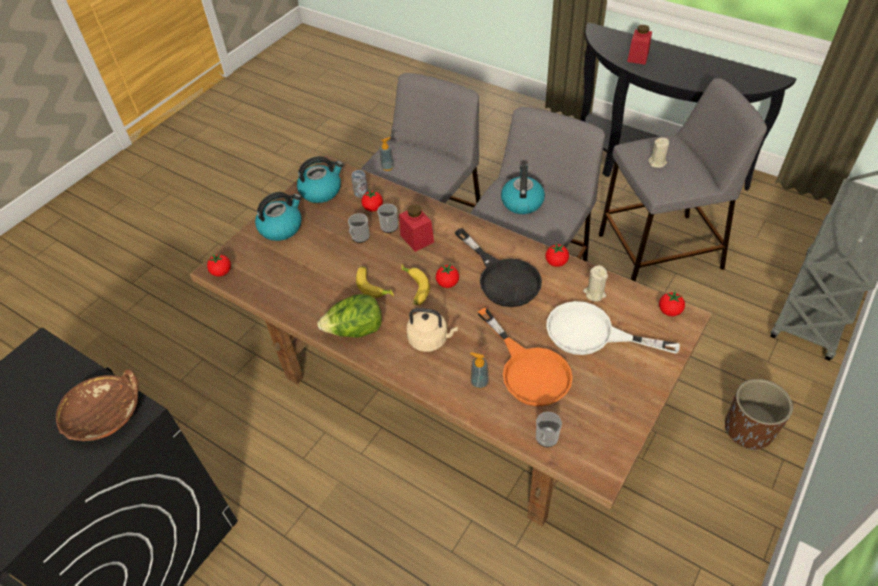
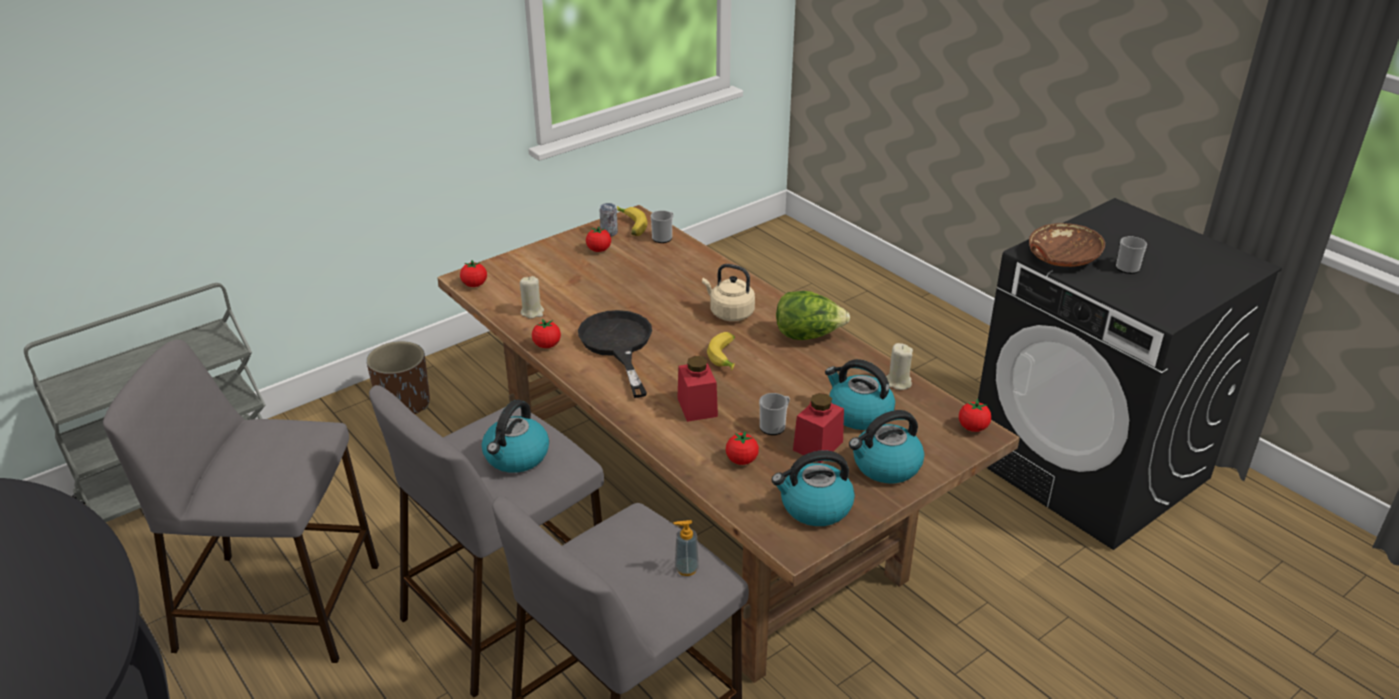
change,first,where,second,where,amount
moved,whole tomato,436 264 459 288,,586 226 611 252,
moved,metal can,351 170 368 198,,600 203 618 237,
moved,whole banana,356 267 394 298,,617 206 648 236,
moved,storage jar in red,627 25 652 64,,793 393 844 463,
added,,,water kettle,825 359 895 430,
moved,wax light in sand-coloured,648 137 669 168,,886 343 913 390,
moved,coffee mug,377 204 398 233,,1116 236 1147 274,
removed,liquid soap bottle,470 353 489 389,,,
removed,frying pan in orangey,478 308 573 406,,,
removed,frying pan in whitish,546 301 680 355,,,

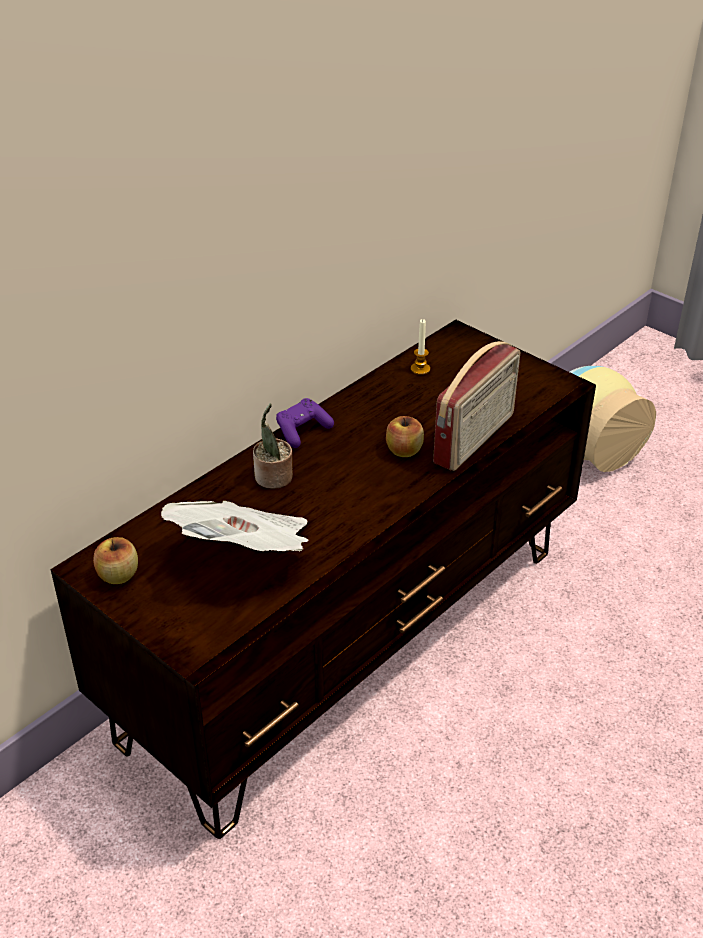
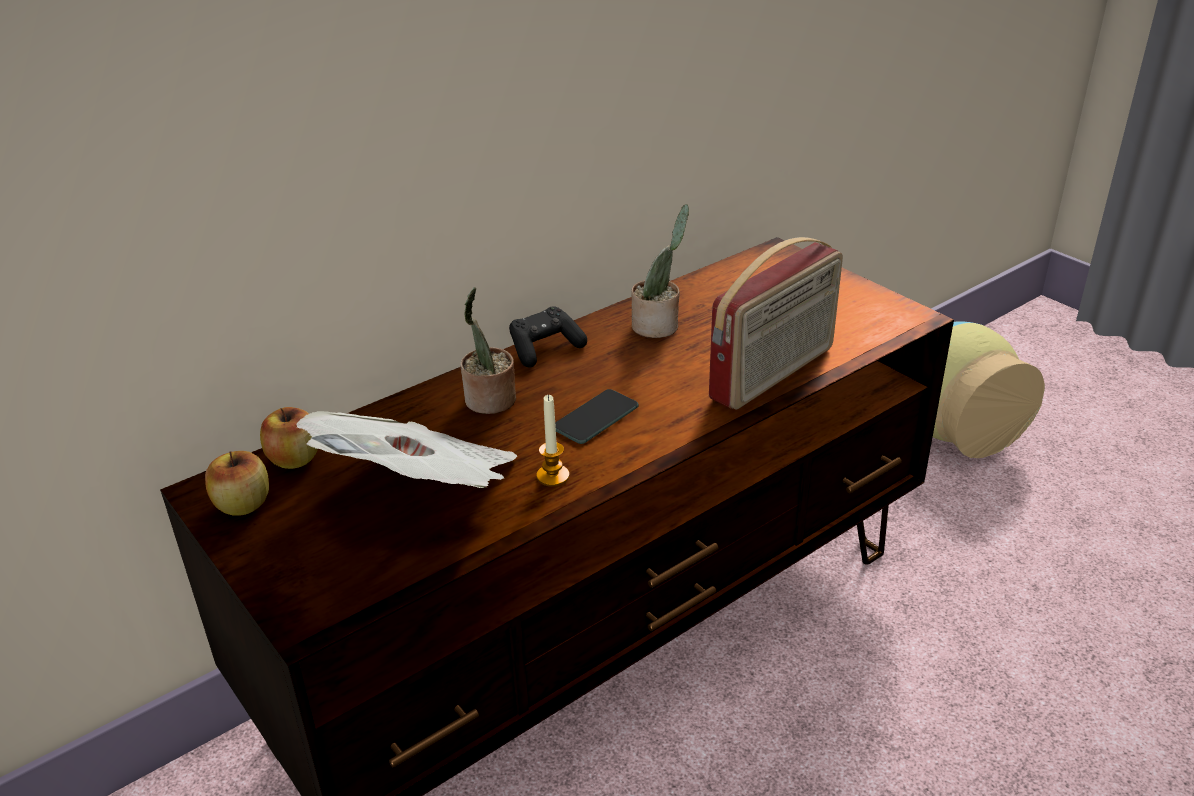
change,first,where,second,where,amount
moved,apple fruit,386 416 424 457,,260 407 318 469,
recoloured,joypad in purple,276 398 334 448,joypad in black-coloured,509 306 587 368,
moved,wax light,411 319 430 375,,536 395 569 487,
added,,,phone,555 389 639 444,
added,,,plant in a pot,631 204 689 338,

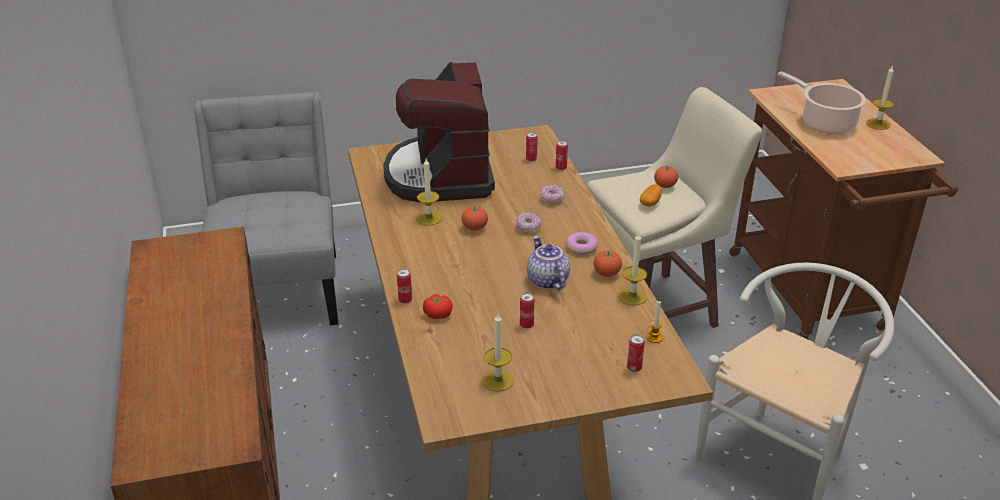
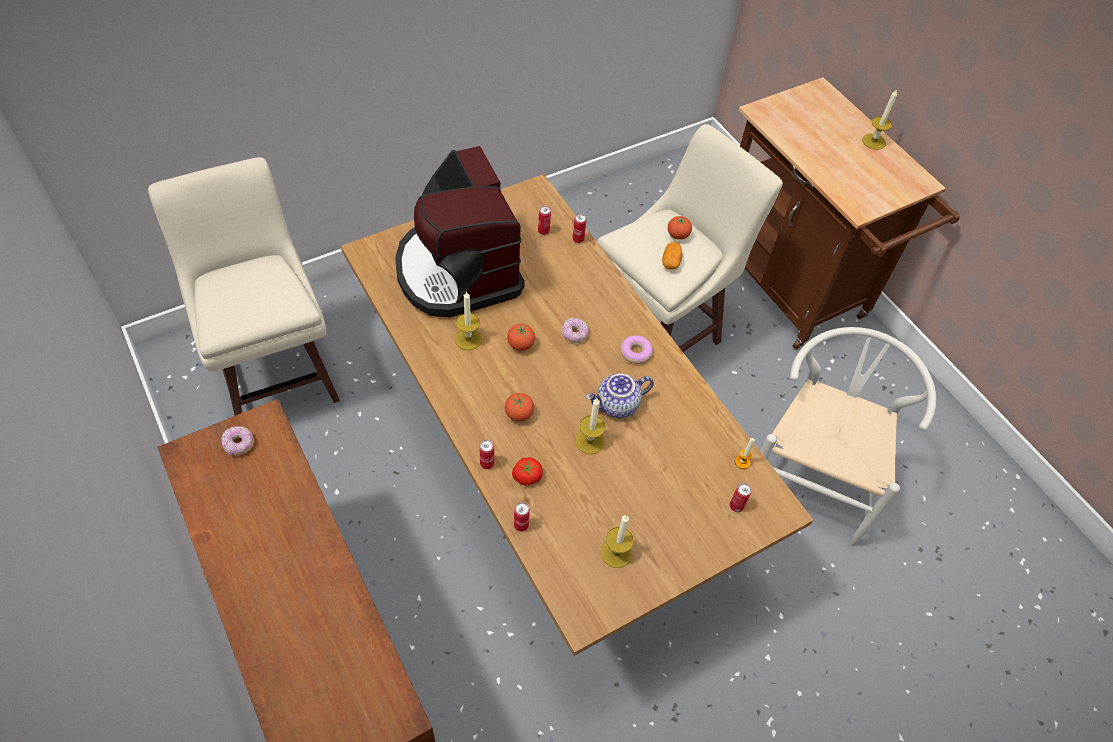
change,first,where,second,where,amount
replaced,upright chair in greyish,193 92 338 325,sitting stool in sand-coloured,148 157 340 416,
moved,donut,540 185 565 204,,222 426 254 456,
moved,whole tomato,594 250 622 277,,505 393 534 422,
moved,metal can,520 293 535 329,,514 502 530 532,
moved,wax light,618 232 647 305,,575 398 605 454,
turned,tea pot,527 236 570 290,,586 373 654 418,75 degrees counterclockwise
removed,stockpot,777 71 866 134,,,

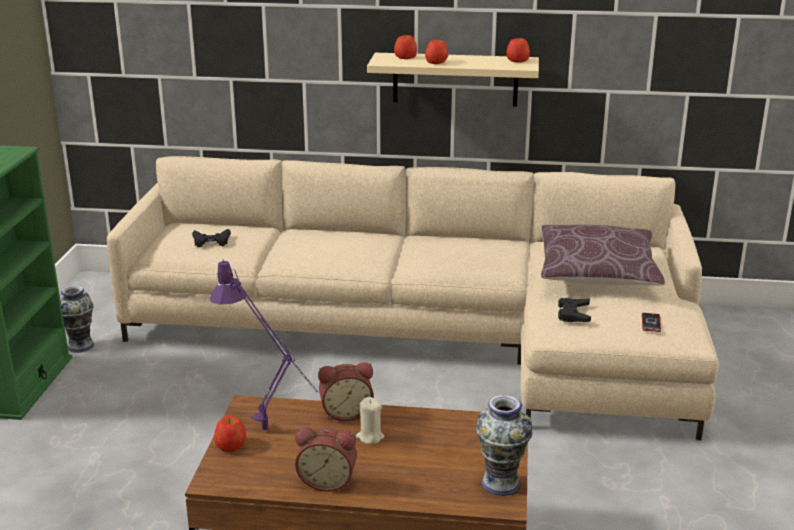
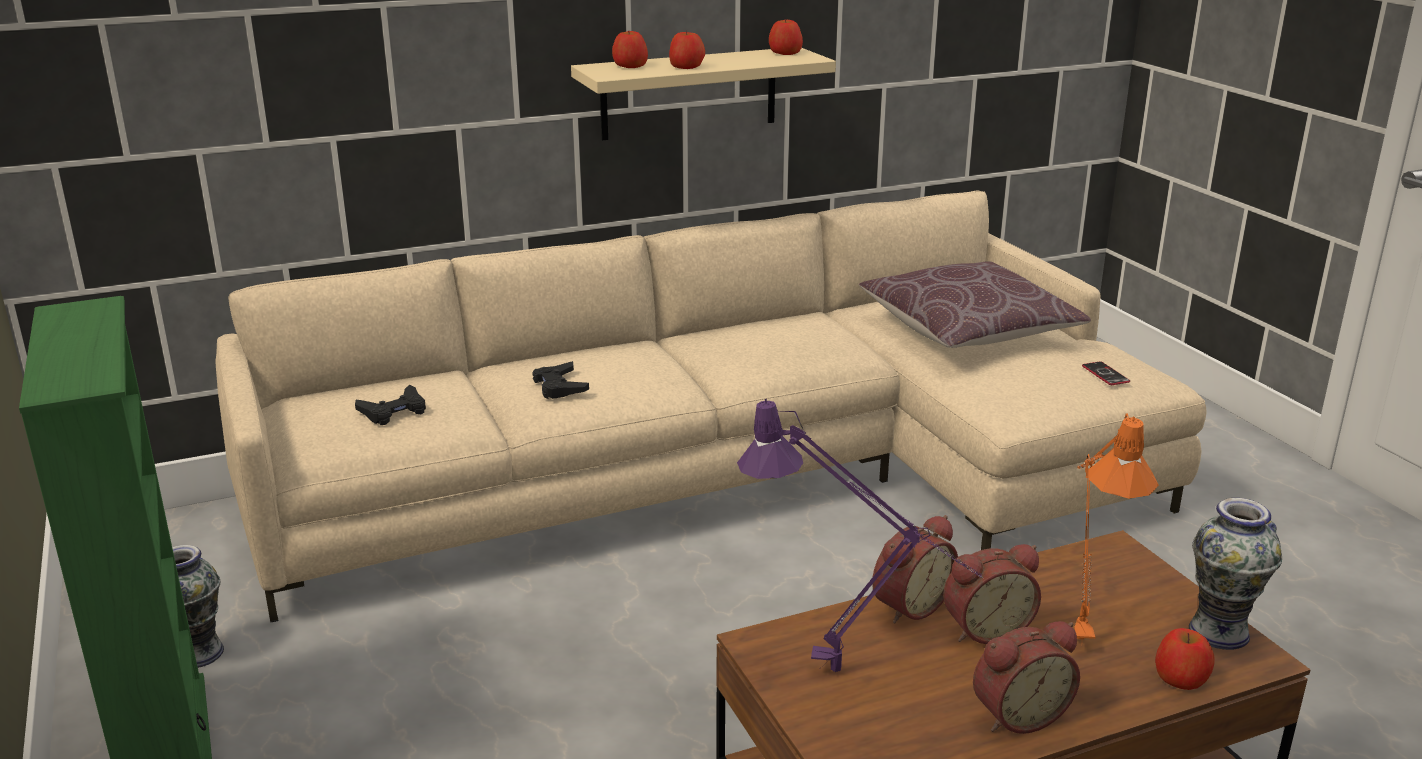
change,first,where,second,where,amount
moved,joypad in black-coloured,558 298 591 322,,533 361 589 399,
replaced,wax light in sand-coloured,356 397 384 444,bedside clock,943 544 1041 644,
added,,,lamp for a table in orangey,1074 413 1159 639,
moved,apple fruit,214 416 246 452,,1155 628 1215 690,

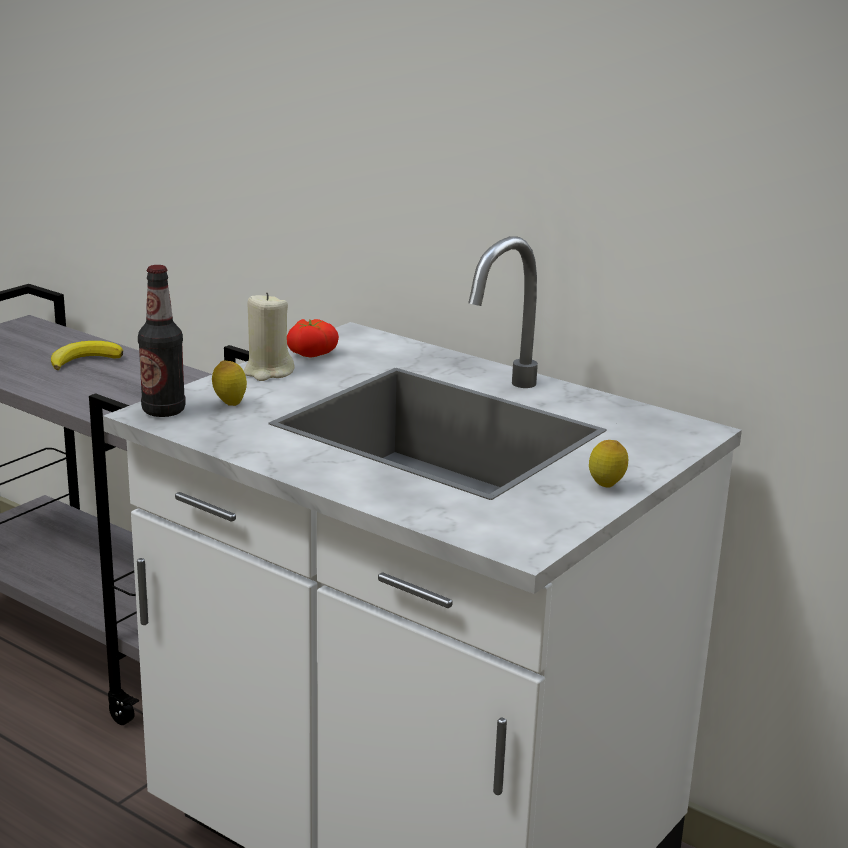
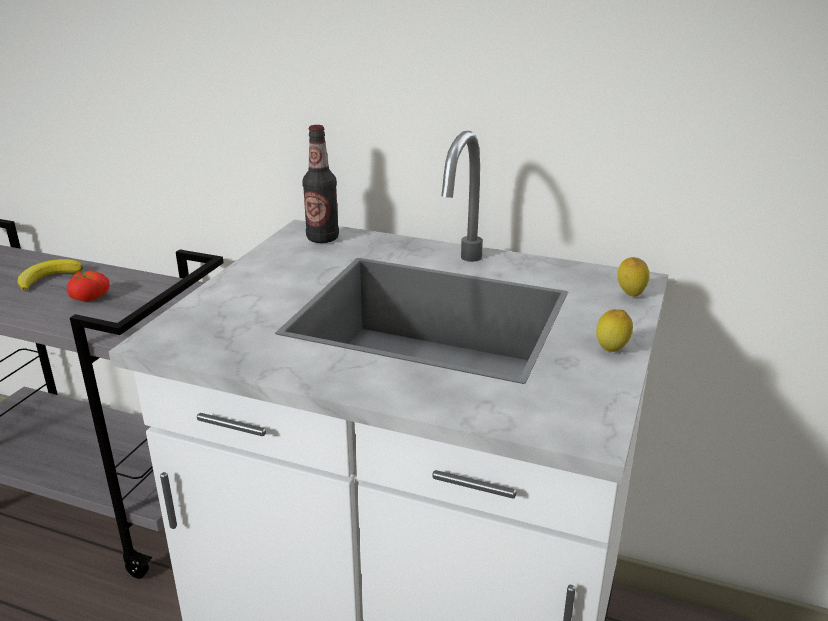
change,first,where,second,where,amount
moved,whole tomato,287 319 339 358,,67 270 110 301,
moved,drink bottle,138 265 186 417,,302 125 339 243,
moved,whole lemon,212 361 247 406,,618 257 649 297,
removed,wax light in sand-coloured,244 292 295 381,,,

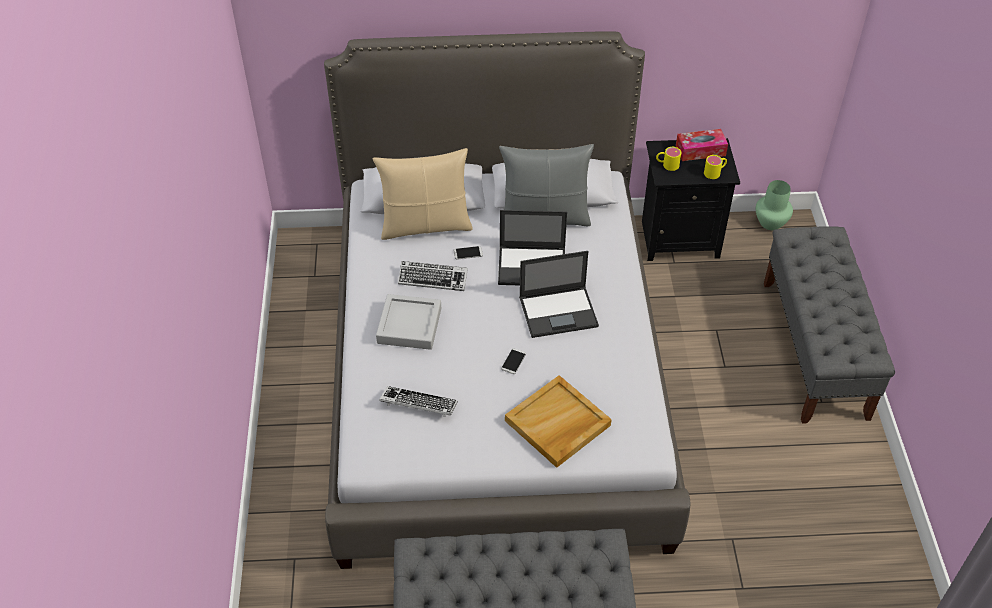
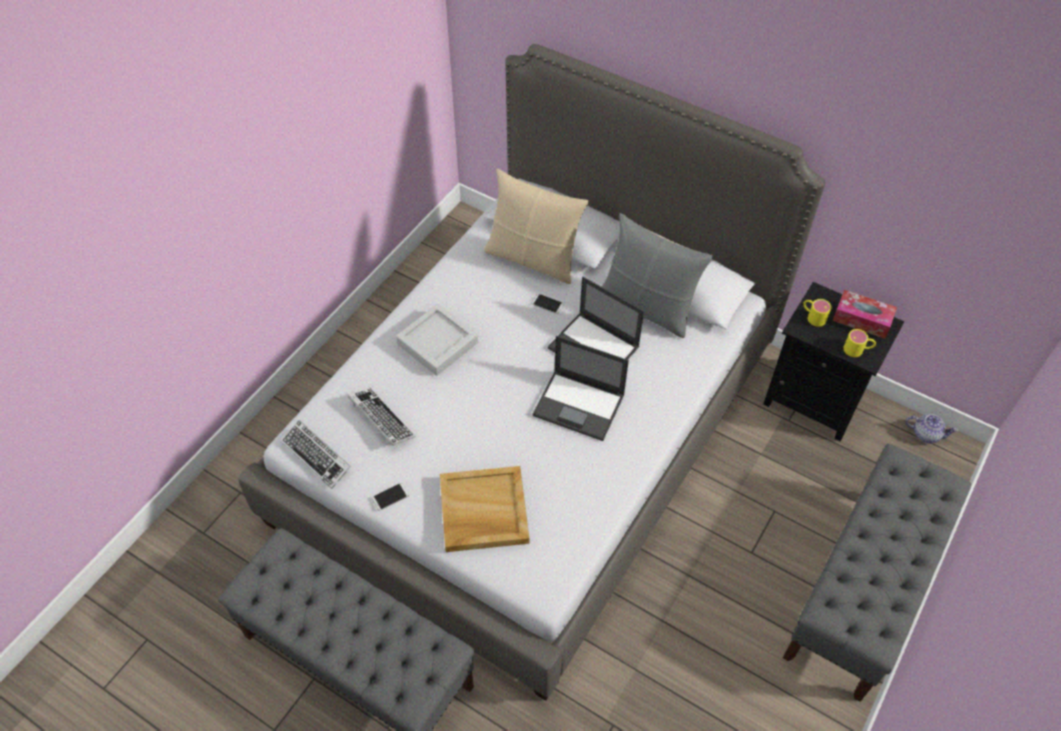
change,first,where,second,where,amount
moved,PC keyboard,398 261 468 291,,281 420 351 489,
moved,phone,501 348 526 374,,372 483 409 511,
replaced,vase in greenish,756 180 793 230,tea pot,906 414 958 444,

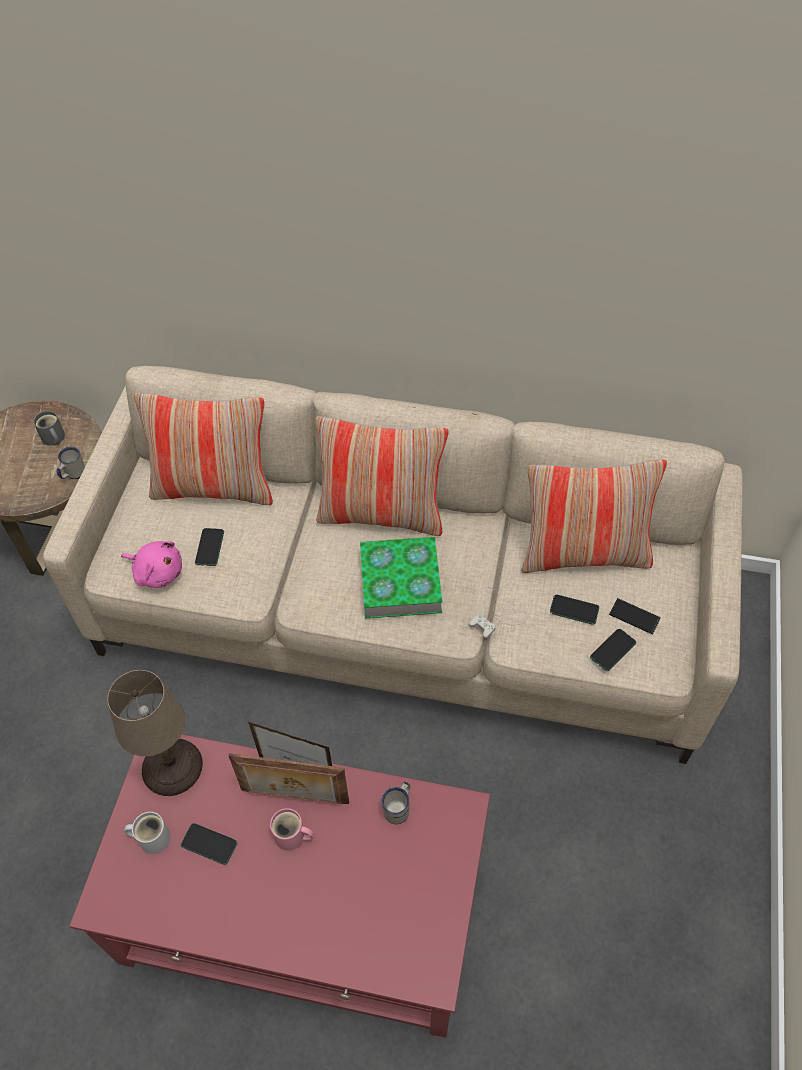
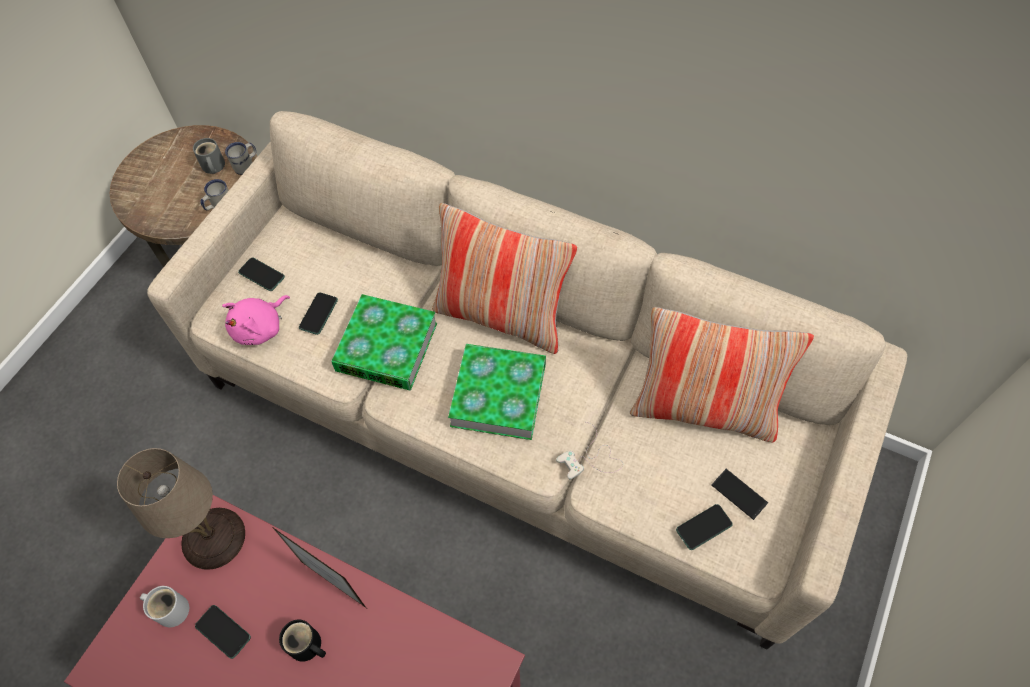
change,first,where,second,where,amount
turned,cuddly toy in pink-coloured,121 541 182 588,,222 295 290 345,90 degrees clockwise
moved,coffee mug in whitish,382 782 410 824,,225 142 256 175,
moved,phone,550 594 599 625,,238 258 285 291,
recoloured,coffee mug in pink-coloured,270 808 314 851,coffee mug in black-coloured,279 620 326 662,
added,,,bound book,331 294 437 391,
removed,throw pillow,134 393 273 505,,,
removed,photo frame,228 753 349 804,,,

